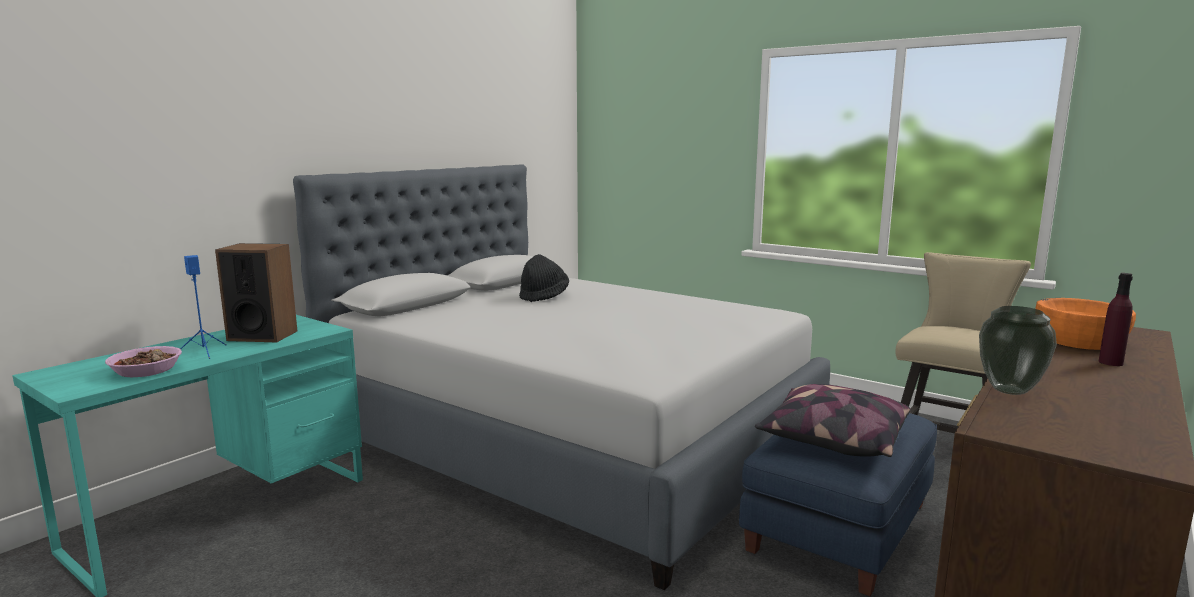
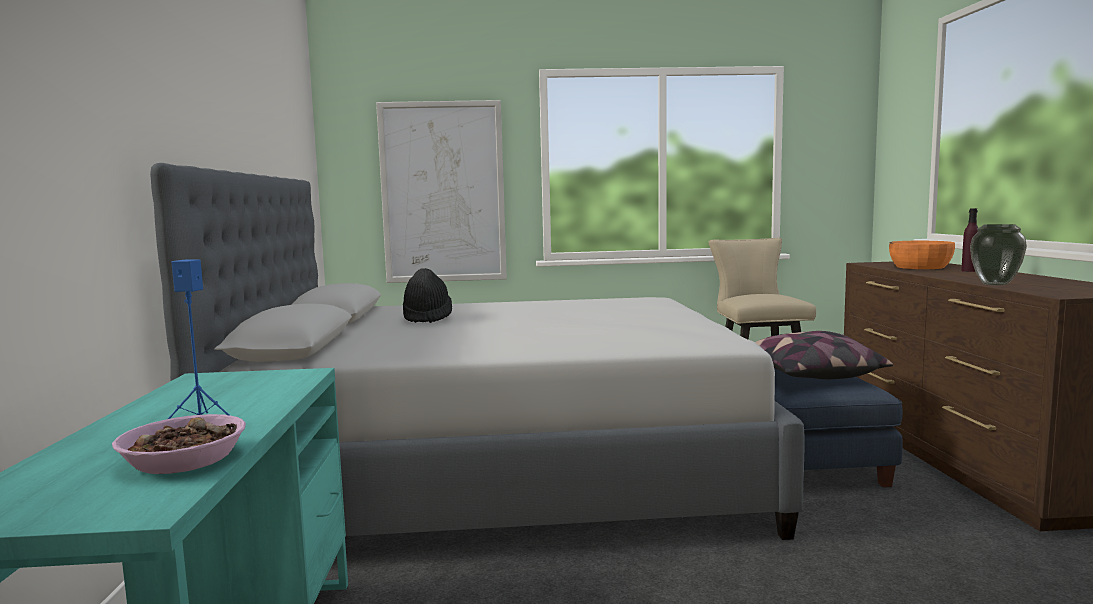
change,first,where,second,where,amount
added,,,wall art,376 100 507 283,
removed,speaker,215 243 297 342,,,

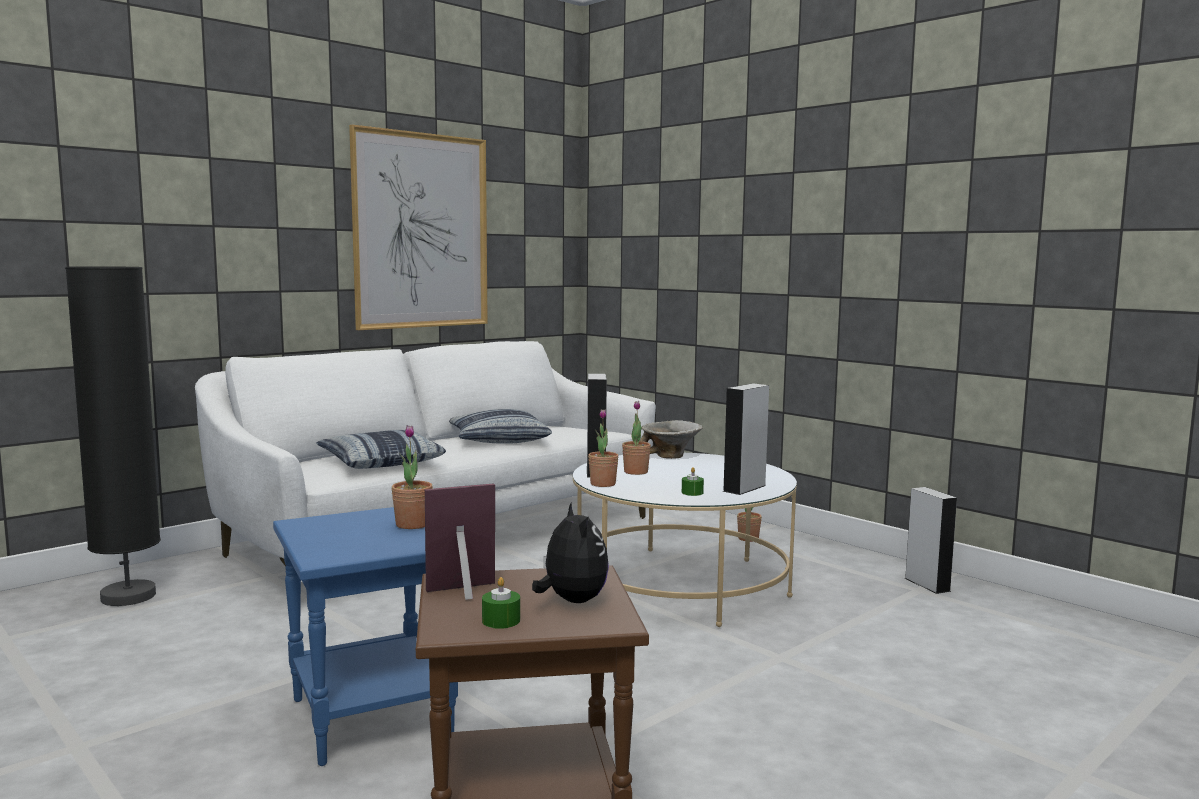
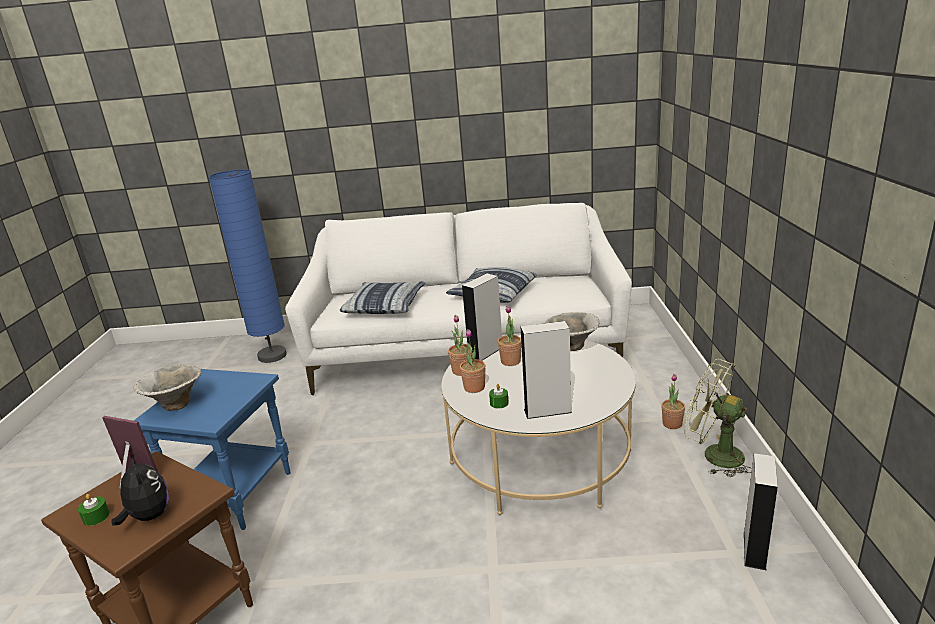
change,first,where,second,where,amount
turned,cuddly toy,532 502 609 603,,111 455 169 526,60 degrees counterclockwise
added,,,deep dish,133 364 201 411,
recoloured,standing lamp in black-coloured,65 266 161 606,standing lamp in bluish,208 169 287 363,
moved,plant in a pot,391 425 433 529,,460 329 486 393,
added,,,cooling fan in greenish,684 359 752 477,
removed,wall art,349 125 488 330,,,

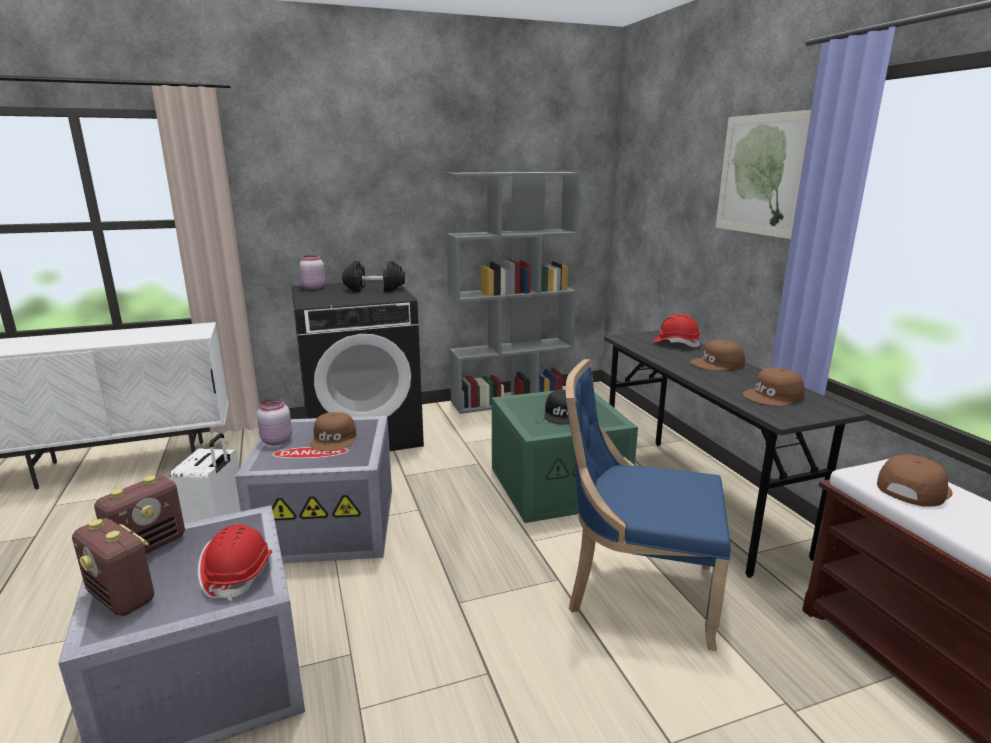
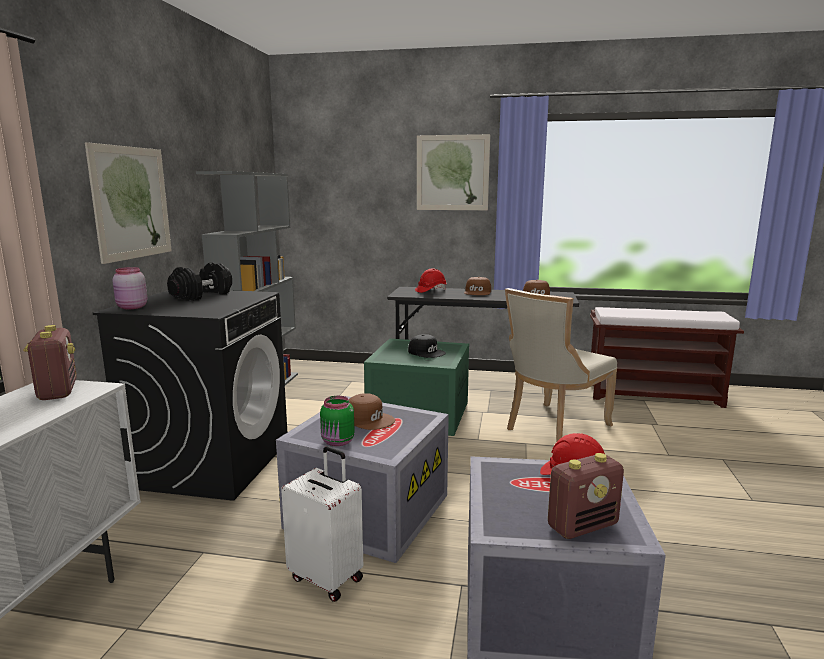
change,first,where,second,where,amount
moved,radio receiver,94 475 185 554,,23 325 77 400,
added,,,wall art,85 142 172 264,
recoloured,storage jar in pink-coloured,257 399 292 445,storage jar in greenish,320 396 354 446,
recoloured,upright chair in bluish,566 359 731 651,upright chair in sand-coloured,505 288 617 442,
removed,baseball cap in brown,877 454 953 507,,,

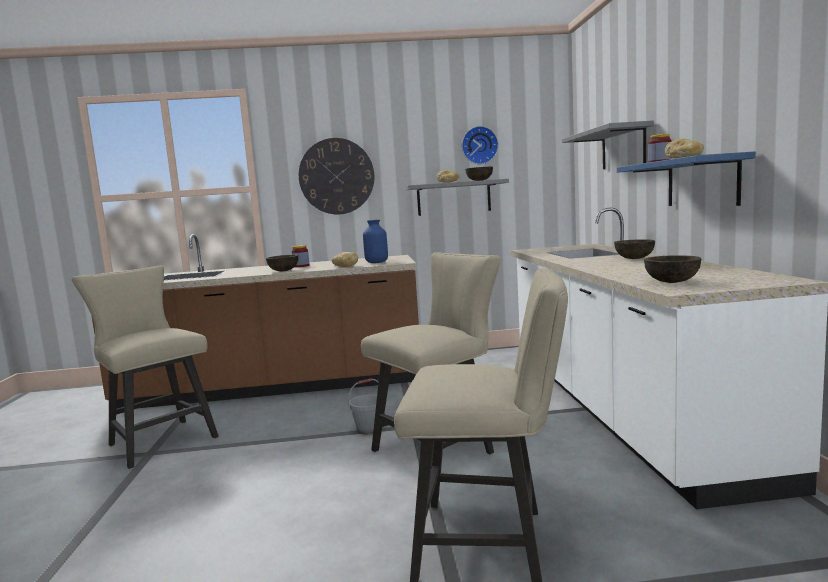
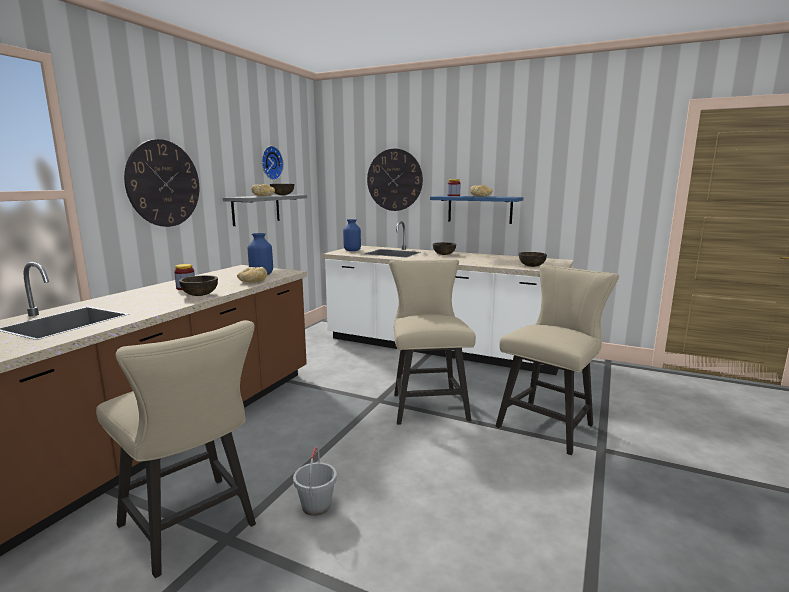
change,first,where,second,where,amount
turned,upright chair in sand-coloured,72 266 219 469,,96 320 256 578,120 degrees counterclockwise
moved,water bucket in greyish,348 378 379 434,,293 447 337 516,
added,,,vase in bluish,343 219 361 251,
replaced,bracket shelf in greyish,562 121 654 169,wall clock,367 149 423 211,

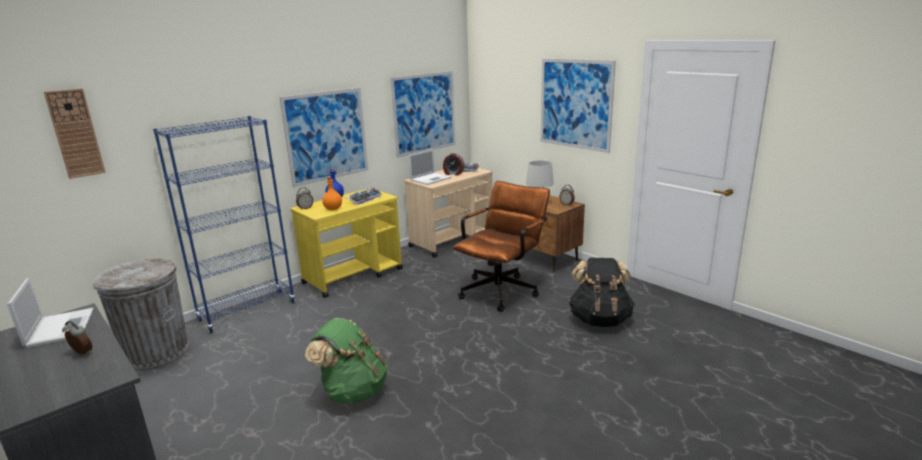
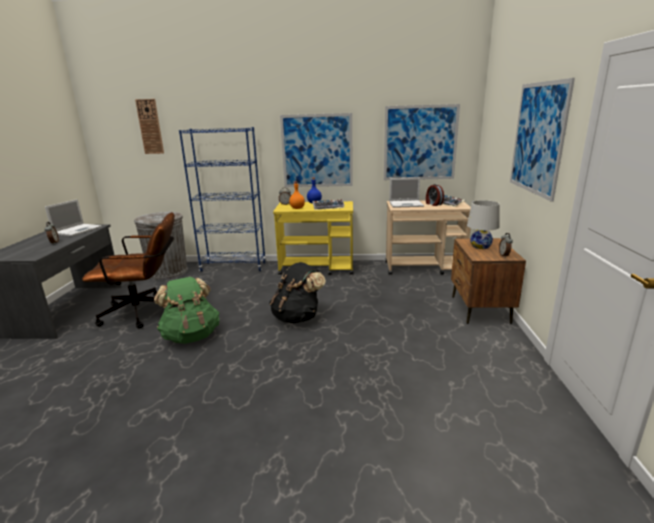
change,first,where,second,where,amount
moved,computer chair in brown,453 181 550 312,,82 212 175 328,
moved,rucksack in black-coloured,569 258 635 327,,269 262 326 323,

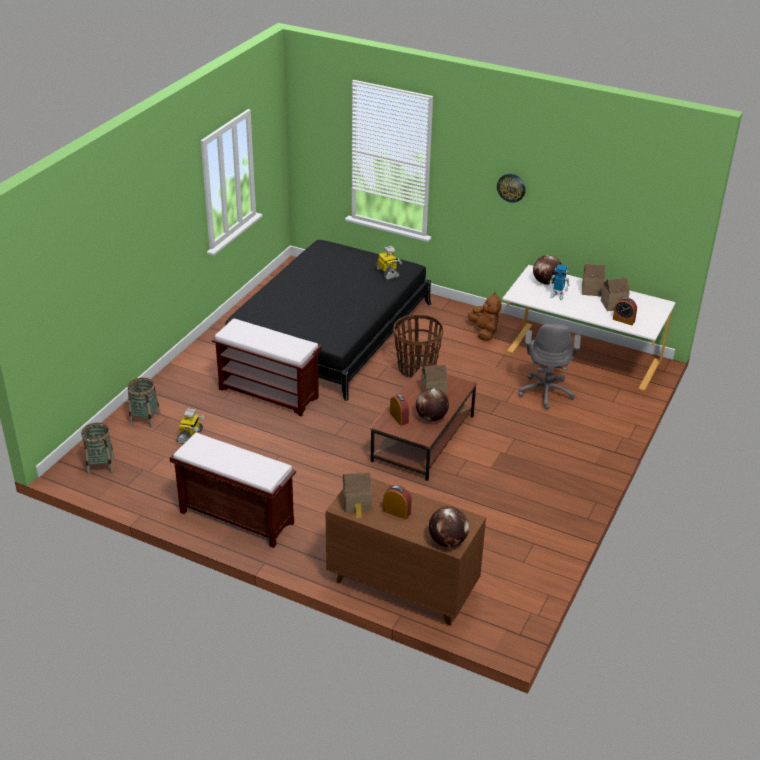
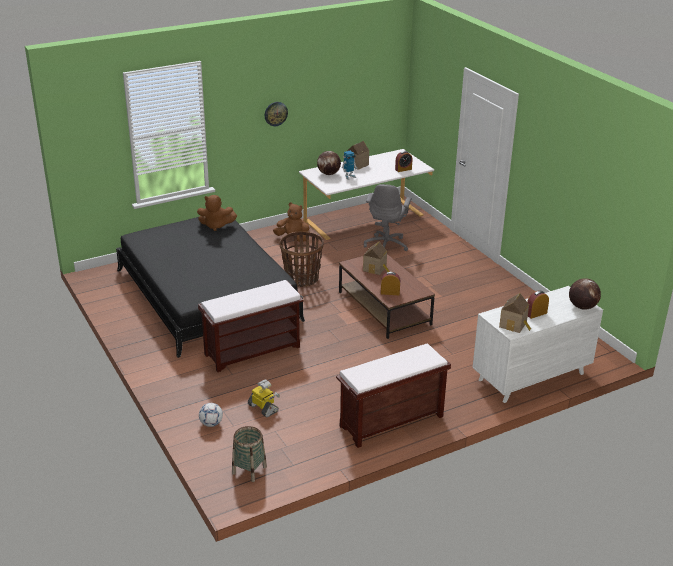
change,first,where,second,where,amount
replaced,model robot,374 246 402 280,cuddly toy in brown,197 195 237 231,
replaced,basket,128 378 160 428,football,199 403 223 427,
turned,computer chair in greyish,518 324 581 410,,364 184 411 251,60 degrees clockwise
recoloured,drawer chest in brown,325 478 486 625,drawer chest in whitish,472 286 603 403,
removed,globe,416 388 449 421,,,
removed,miniature house,601 278 630 311,,,

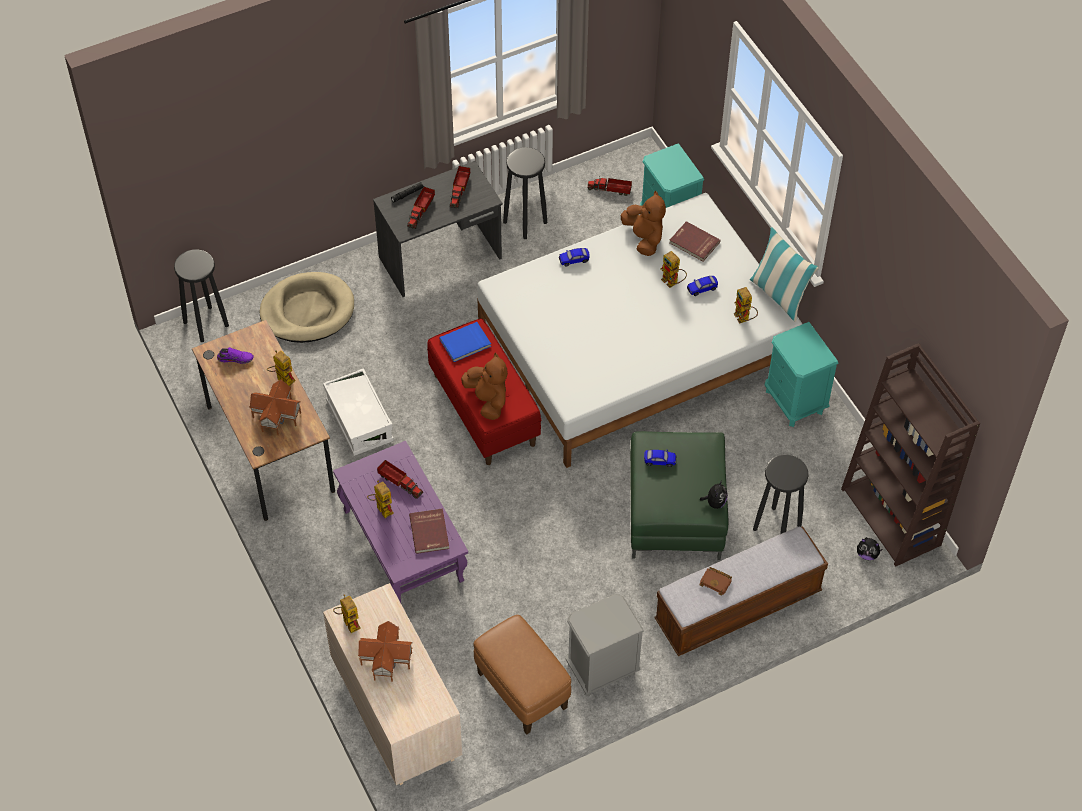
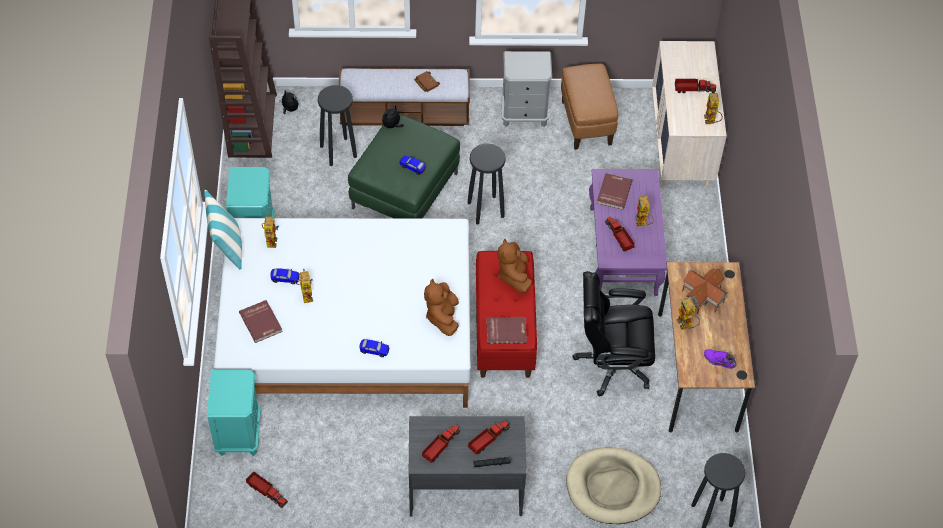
change,first,where,second,where,amount
moved,cuddly toy in brown,621 191 666 256,,424 279 459 336,
moved,sitting stool in black-coloured,503 147 547 239,,467 143 506 225,
recoloured,bound book in bluish,440 322 491 362,bound book in red,486 317 527 344,
replaced,storage bin in whitish,323 368 394 456,computer chair in black-coloured,572 271 655 396,
replaced,miniature house,358 621 413 682,model truck,675 78 716 93,

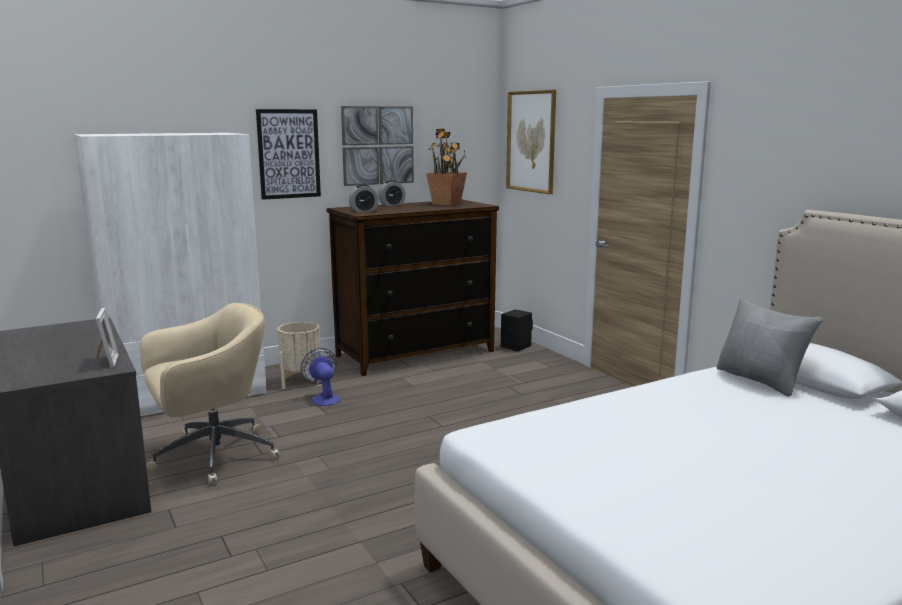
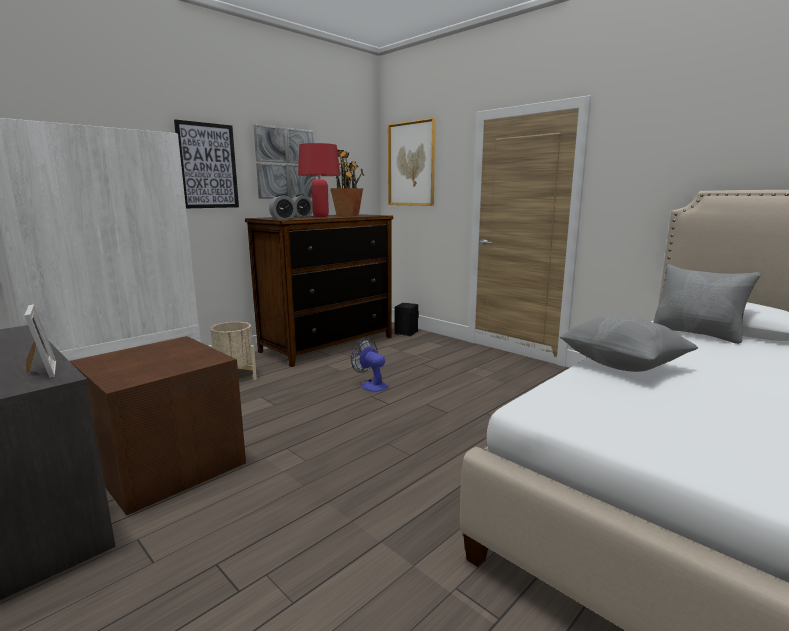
change,first,where,second,where,amount
replaced,computer chair in sand-coloured,140 303 280 485,storage bin in brown,70 336 246 515,
added,,,lamp for a table in red,298 143 340 217,
moved,cooling fan,300 348 340 406,,351 339 388 392,
added,,,throw pillow in greyish,559 315 698 372,

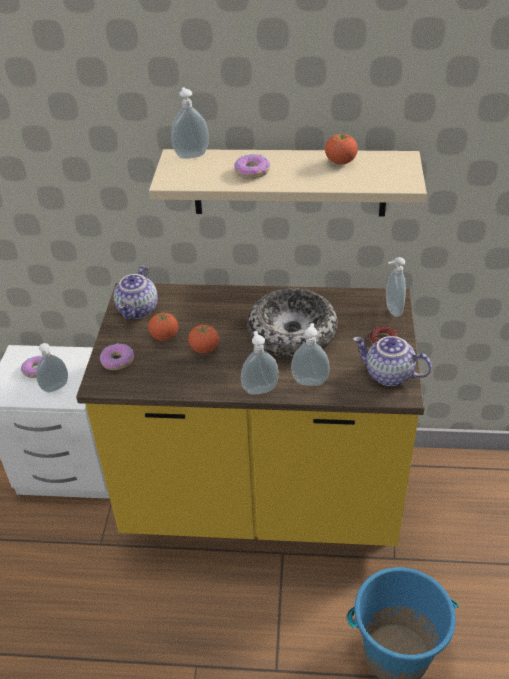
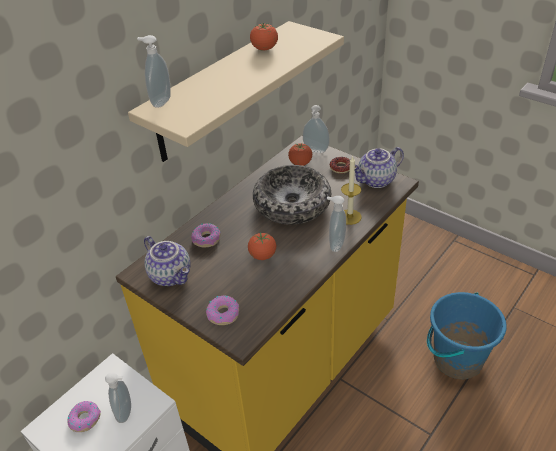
change,first,where,second,where,amount
moved,donut,234 154 270 179,,191 223 221 247,
moved,whole tomato,148 312 178 341,,288 143 312 166,
replaced,liquid soap bottle,291 323 330 386,wax light,341 156 362 225,

